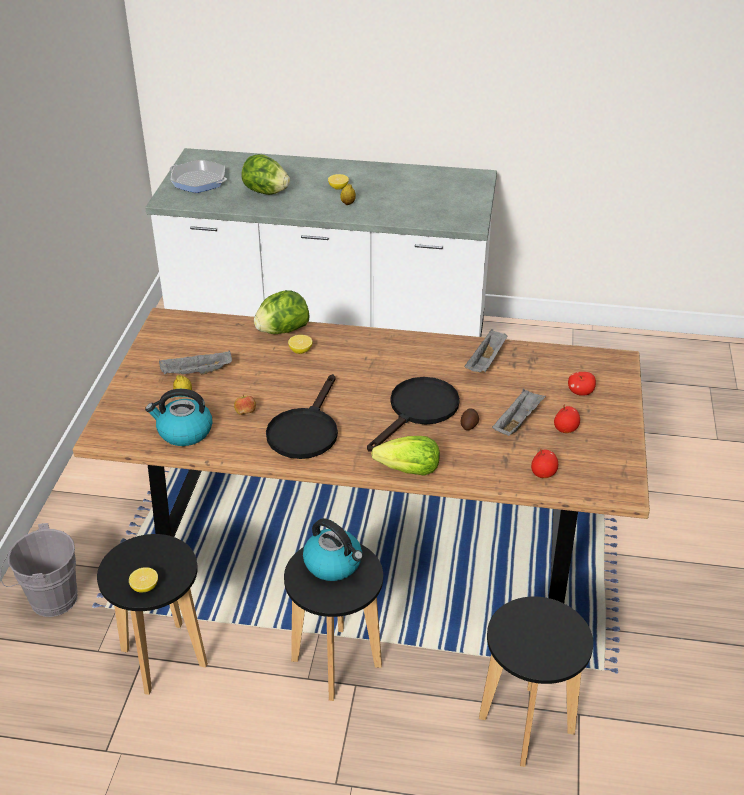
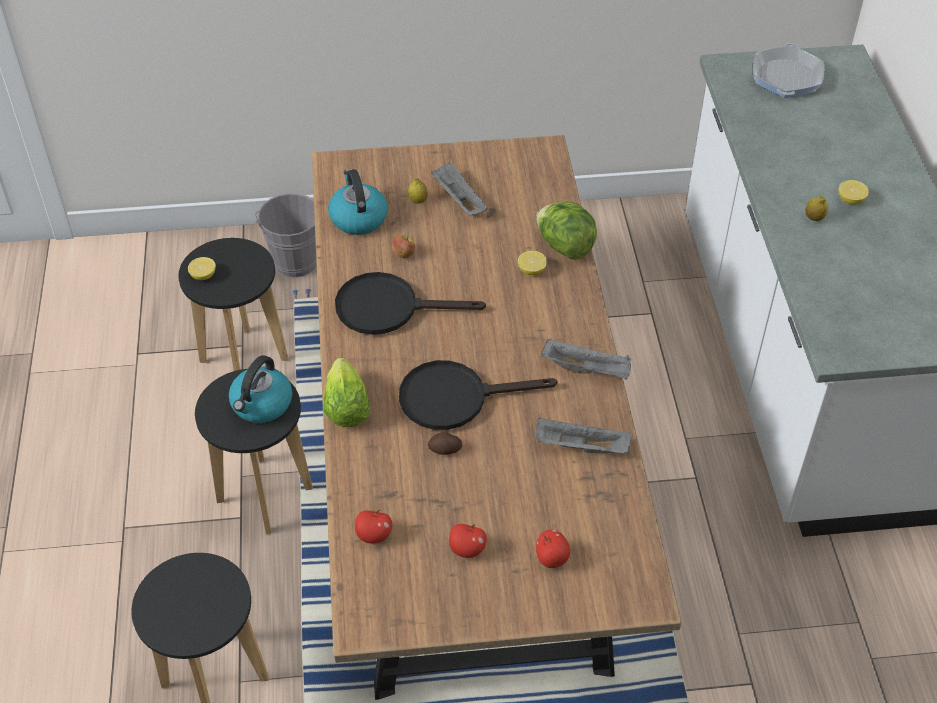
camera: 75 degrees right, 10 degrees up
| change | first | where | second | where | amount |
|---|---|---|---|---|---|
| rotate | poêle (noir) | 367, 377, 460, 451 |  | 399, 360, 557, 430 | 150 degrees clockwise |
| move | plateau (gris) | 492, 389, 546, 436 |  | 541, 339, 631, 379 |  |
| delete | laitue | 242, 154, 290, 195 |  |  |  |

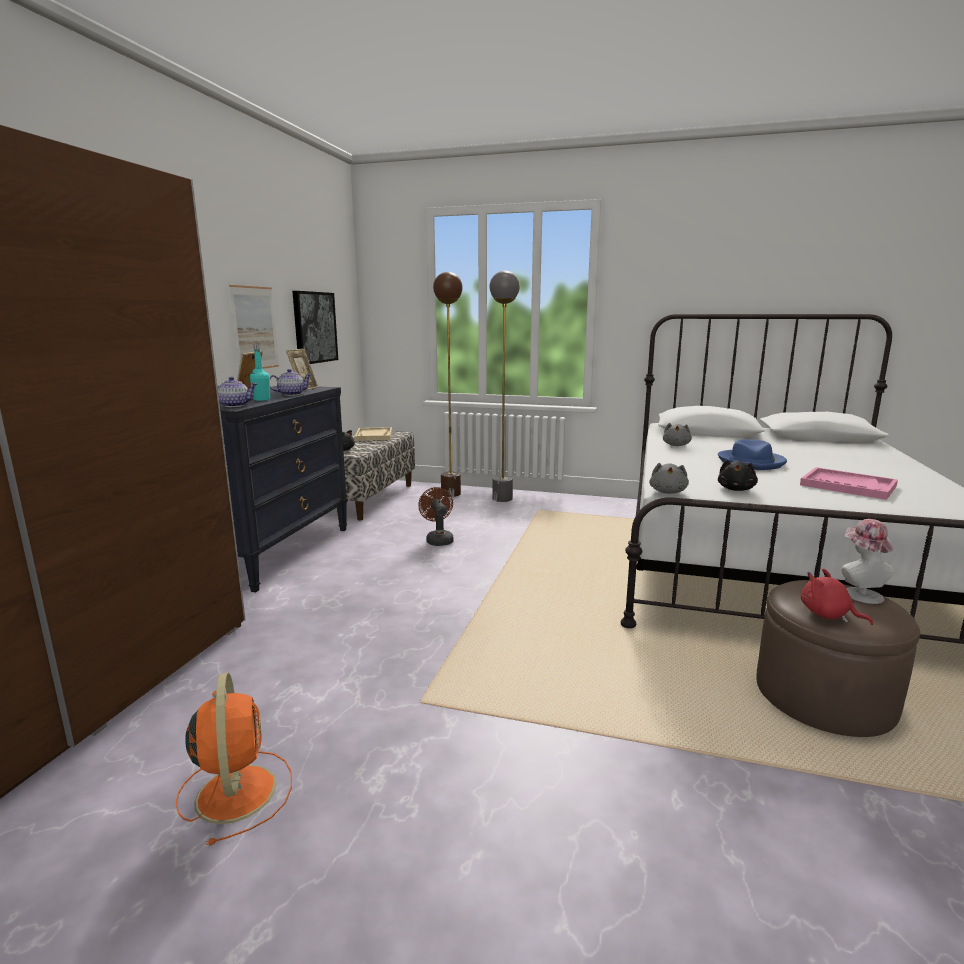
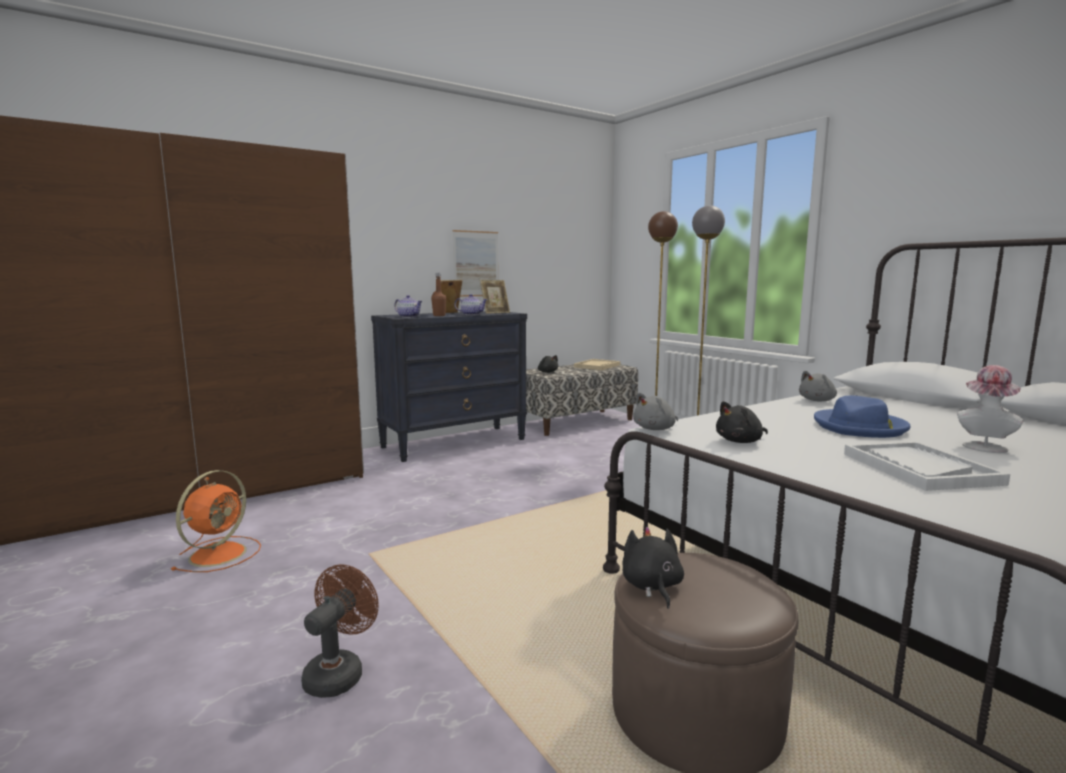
camera: 40 degrees right, 5 degrees down
| change | first | where | second | where | amount |
|---|---|---|---|---|---|
| move | ventilateur (marron) | 418, 487, 454, 546 |  | 301, 564, 379, 698 |  |
| recolor | bouteille (turquoise) | 250, 344, 271, 401 | bouteille (marron) | 431, 273, 446, 316 |  |
| recolor | peluche (rouge) | 801, 568, 873, 625 | peluche (noir) | 623, 527, 684, 609 |  |
| recolor | plateau (rose) | 800, 467, 898, 500 | plateau (blanc) | 844, 441, 1010, 491 |  |
| move | chapeau | 842, 519, 894, 604 |  | 957, 365, 1023, 453 |  |
| delete | tableau | 292, 291, 338, 364 |  |  |  |

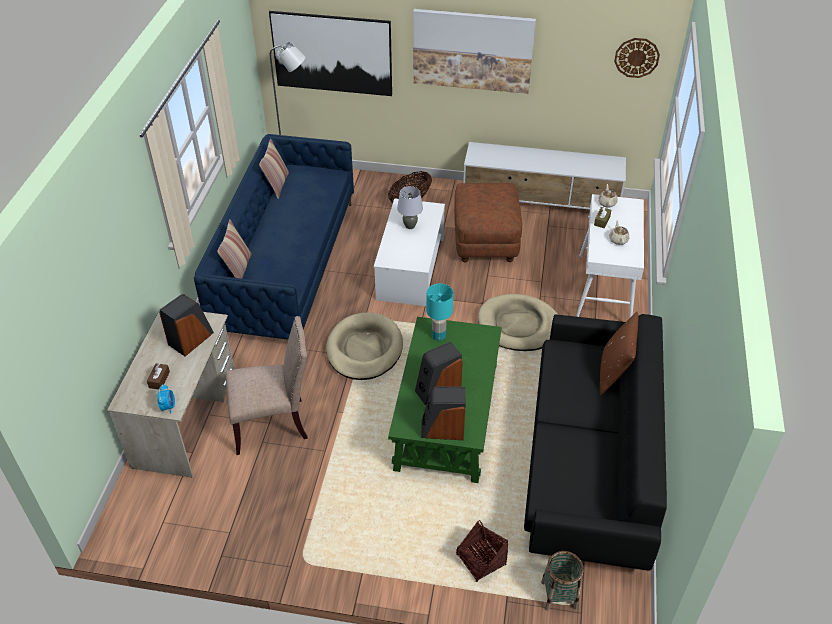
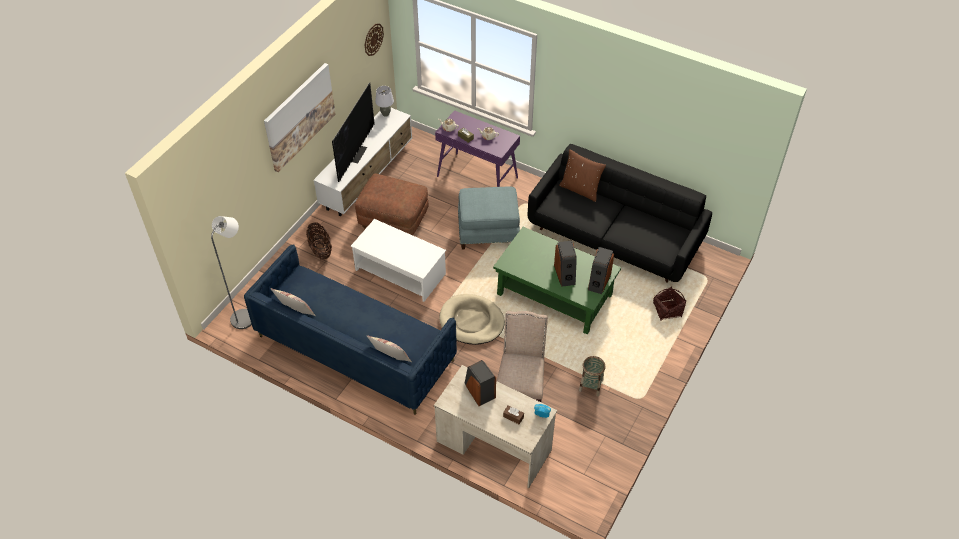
camera: 70 degrees left, 5 degrees up
| change | first | where | second | where | amount |
|---|---|---|---|---|---|
| insert |  |  | téléviseur | 332, 82, 375, 182 |  |
| move | lampe de table (gris) | 397, 186, 423, 229 |  | 375, 86, 394, 117 |  |
| recolor | table console (blanc) | 576, 194, 644, 318 | table console (violet) | 435, 110, 520, 187 |  |
| replace | panier pour chien (beige) | 478, 294, 558, 351 | pouf (bleu) | 458, 187, 520, 249 |  |
| move | panier | 541, 551, 584, 611 |  | 579, 356, 606, 396 |  |
| delete | tableau | 269, 11, 392, 96 |  |  |  |
| delete | lampe de table (turquoise) | 426, 284, 453, 341 |  |  |  |

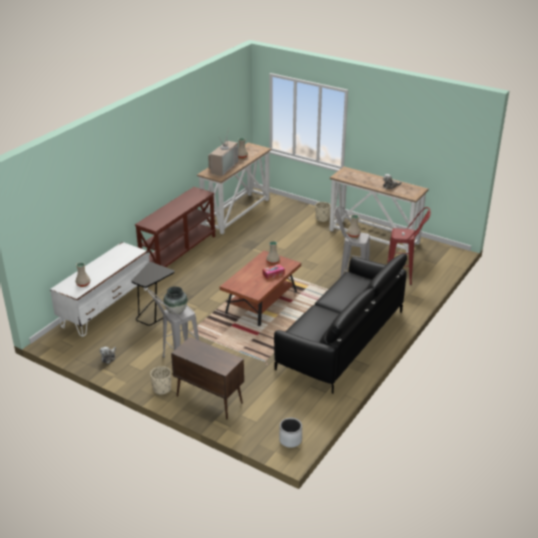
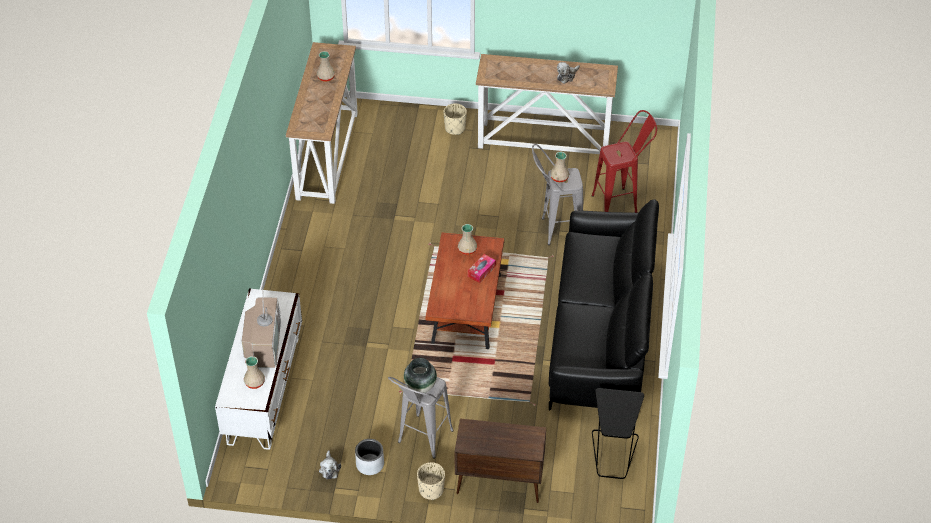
camera: 25 degrees left, 15 degrees up
| change | first | where | second | where | amount |
|---|---|---|---|---|---|
| move | téléviseur | 208, 129, 238, 176 |  | 242, 285, 281, 368 |  |
| move | cache-pot (gris) | 279, 418, 302, 448 |  | 355, 439, 384, 475 |  |
| move | table d'appoint (noir) | 132, 262, 175, 326 |  | 592, 388, 644, 479 |  |
| delete | table console (marron) | 135, 187, 216, 267 |  |  |  |

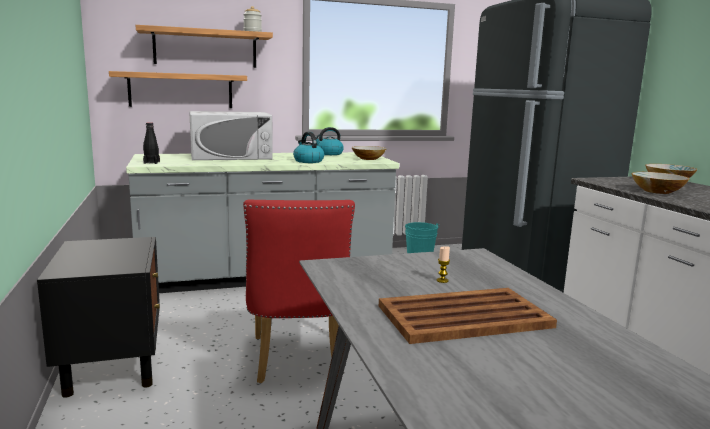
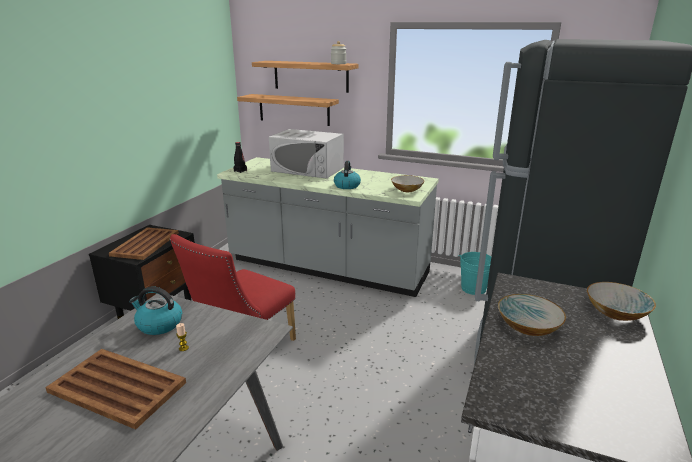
camera: 40 degrees right, 10 degrees up
| change | first | where | second | where | amount |
|---|---|---|---|---|---|
| insert |  |  | plateau (marron) | 109, 227, 179, 260 |  |
| move | bouilloire | 315, 127, 344, 155 |  | 129, 286, 182, 335 |  |

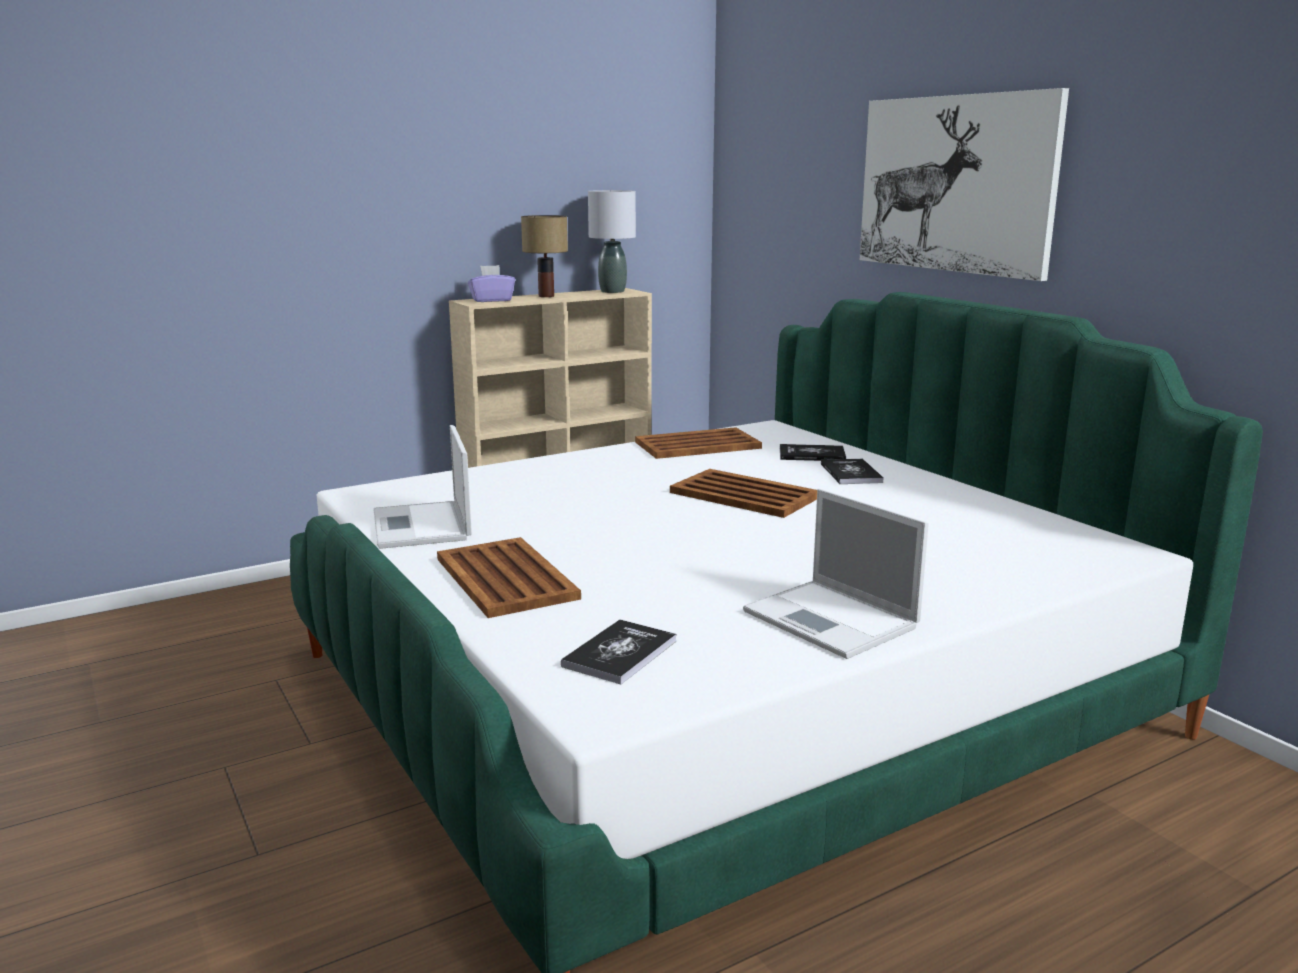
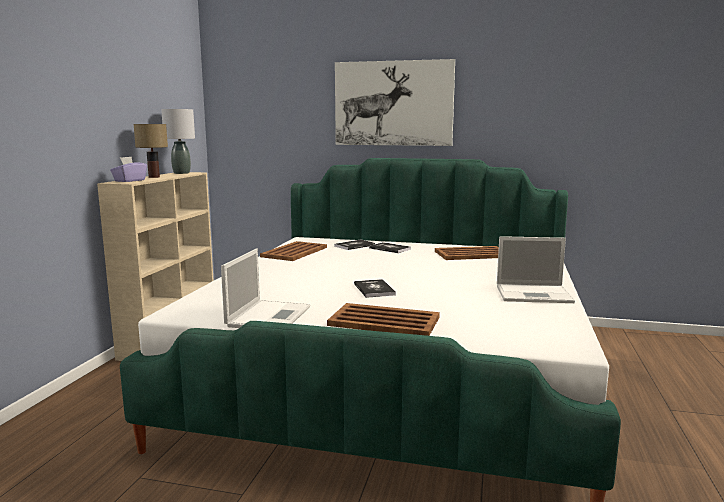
camera: 45 degrees left, 5 degrees down
| change | first | where | second | where | amount |
|---|---|---|---|---|---|
| rotate | ordinateur portable | 373, 425, 472, 549 |  | 221, 248, 310, 328 | 105 degrees counterclockwise |
| move | livre | 561, 620, 676, 684 |  | 354, 279, 396, 298 |  |
| move | plateau (marron) | 670, 469, 817, 518 |  | 435, 246, 499, 260 |  |

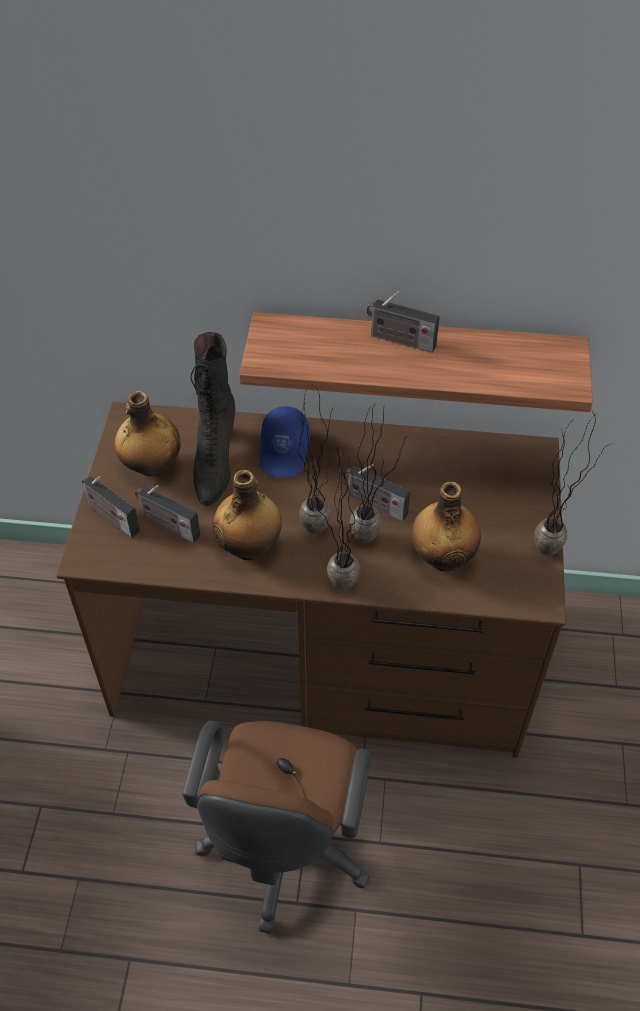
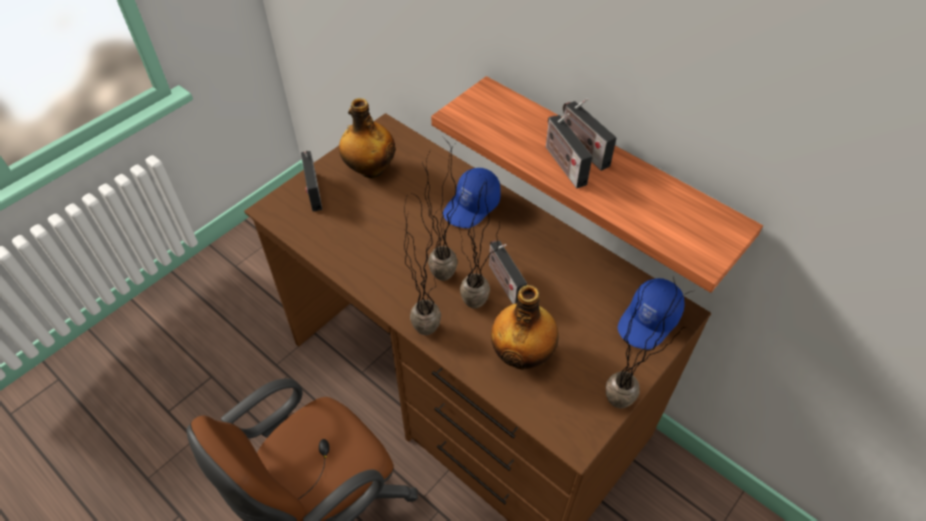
camera: 35 degrees right, 0 degrees up
| change | first | where | second | where | amount |
|---|---|---|---|---|---|
| move | radio | 135, 485, 201, 543 |  | 546, 113, 593, 188 |  |
| insert |  |  | casquette (bleu) | 618, 278, 685, 349 |  |
| delete | botte (noir) | 190, 332, 235, 506 |  |  |  |
| delete | bouteille | 213, 470, 282, 560 |  |  |  |

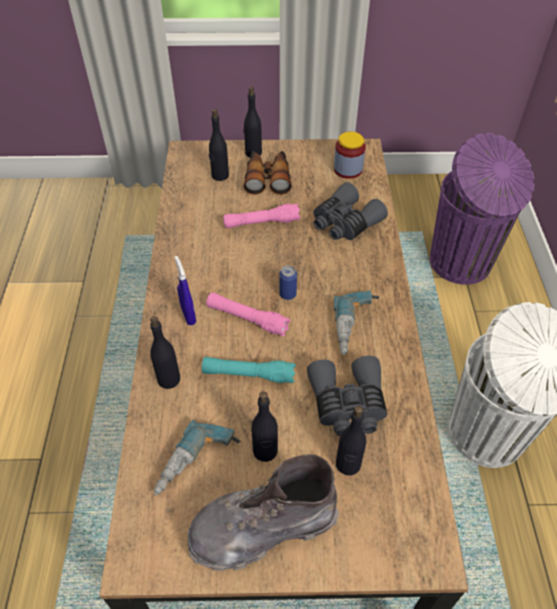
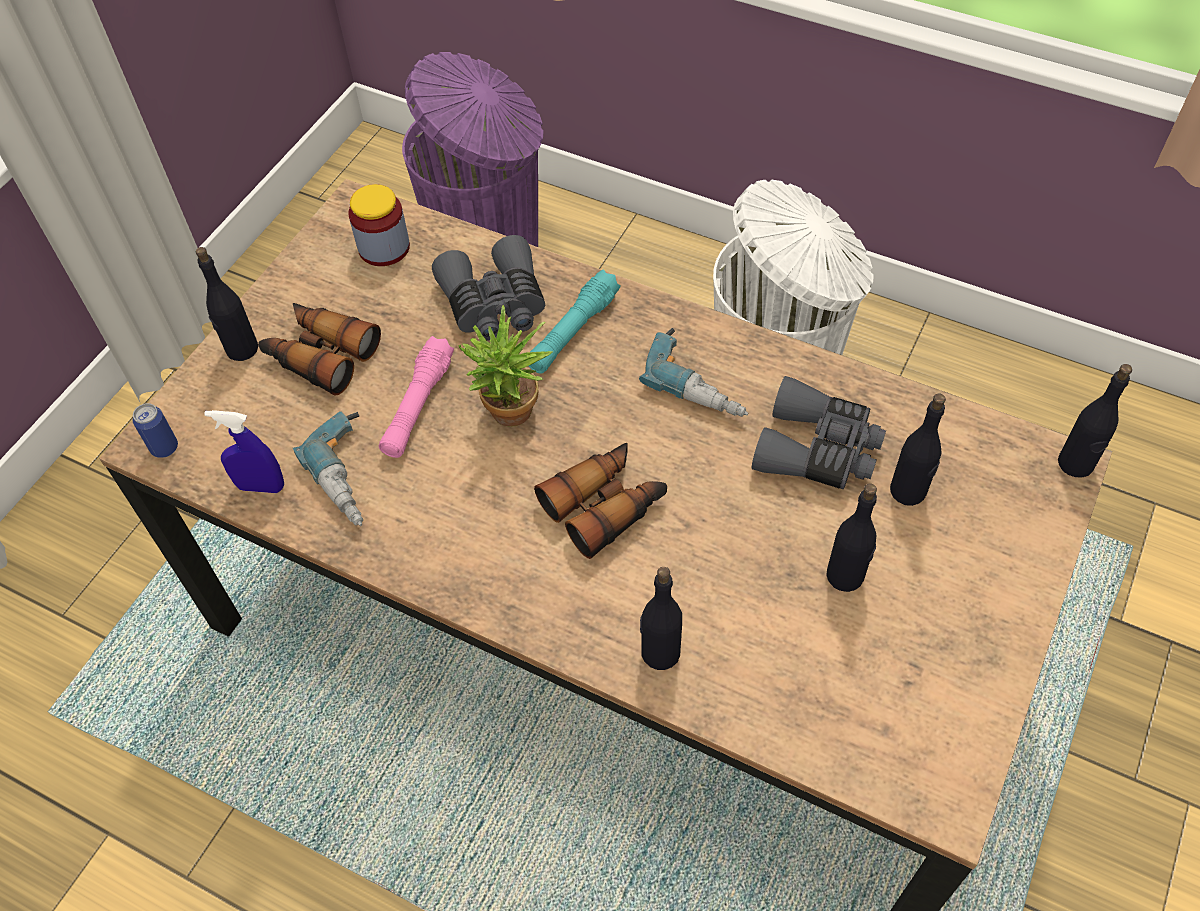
camera: 60 degrees left, 5 degrees up
| change | first | where | second | where | amount |
|---|---|---|---|---|---|
| move | boîte métallique | 279, 265, 297, 300 |  | 133, 403, 178, 458 |  |
| move | vaporisateur (bleu) | 175, 256, 196, 325 |  | 205, 410, 284, 493 |  |
| move | perceuse | 153, 419, 240, 496 |  | 293, 411, 363, 526 |  |
| insert |  |  | plante en pot | 458, 305, 552, 427 |  |
| move | lampe de poche (turquoise) | 202, 357, 296, 383 |  | 529, 269, 621, 374 |  |
| replace | lampe de poche (rose) | 206, 292, 290, 336 | jumelles | 534, 443, 667, 559 |  |
| move | bouteille (noir) | 209, 109, 229, 181 |  | 1058, 364, 1132, 478 |  |
| delete | botte (gris) | 187, 454, 339, 571 |  |  |  |

